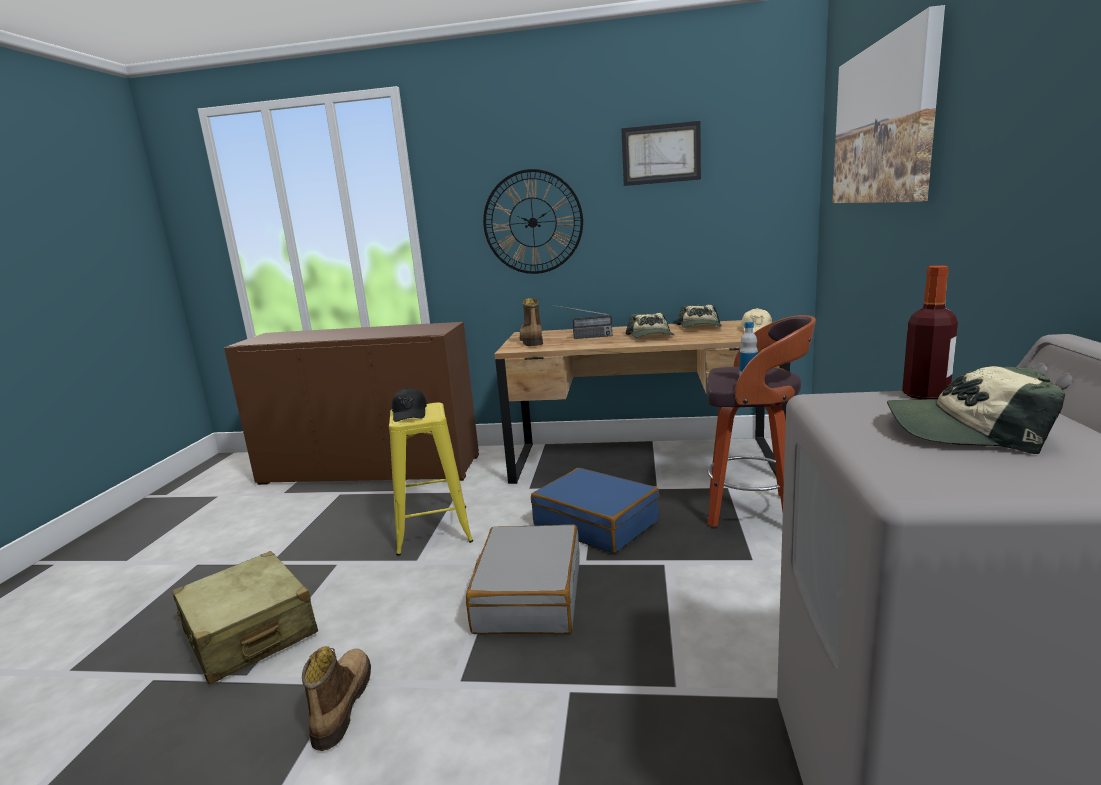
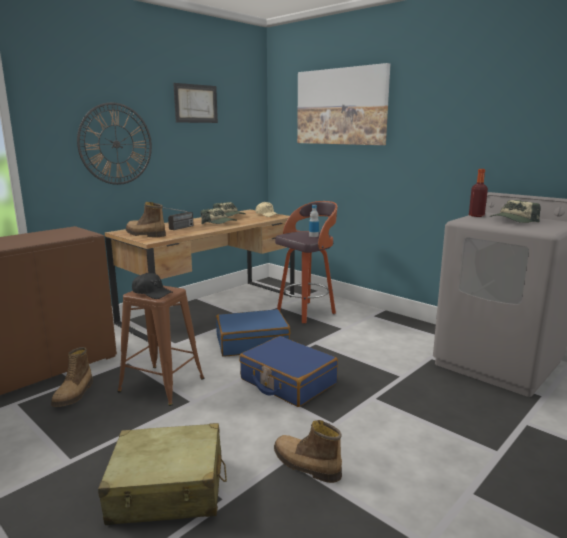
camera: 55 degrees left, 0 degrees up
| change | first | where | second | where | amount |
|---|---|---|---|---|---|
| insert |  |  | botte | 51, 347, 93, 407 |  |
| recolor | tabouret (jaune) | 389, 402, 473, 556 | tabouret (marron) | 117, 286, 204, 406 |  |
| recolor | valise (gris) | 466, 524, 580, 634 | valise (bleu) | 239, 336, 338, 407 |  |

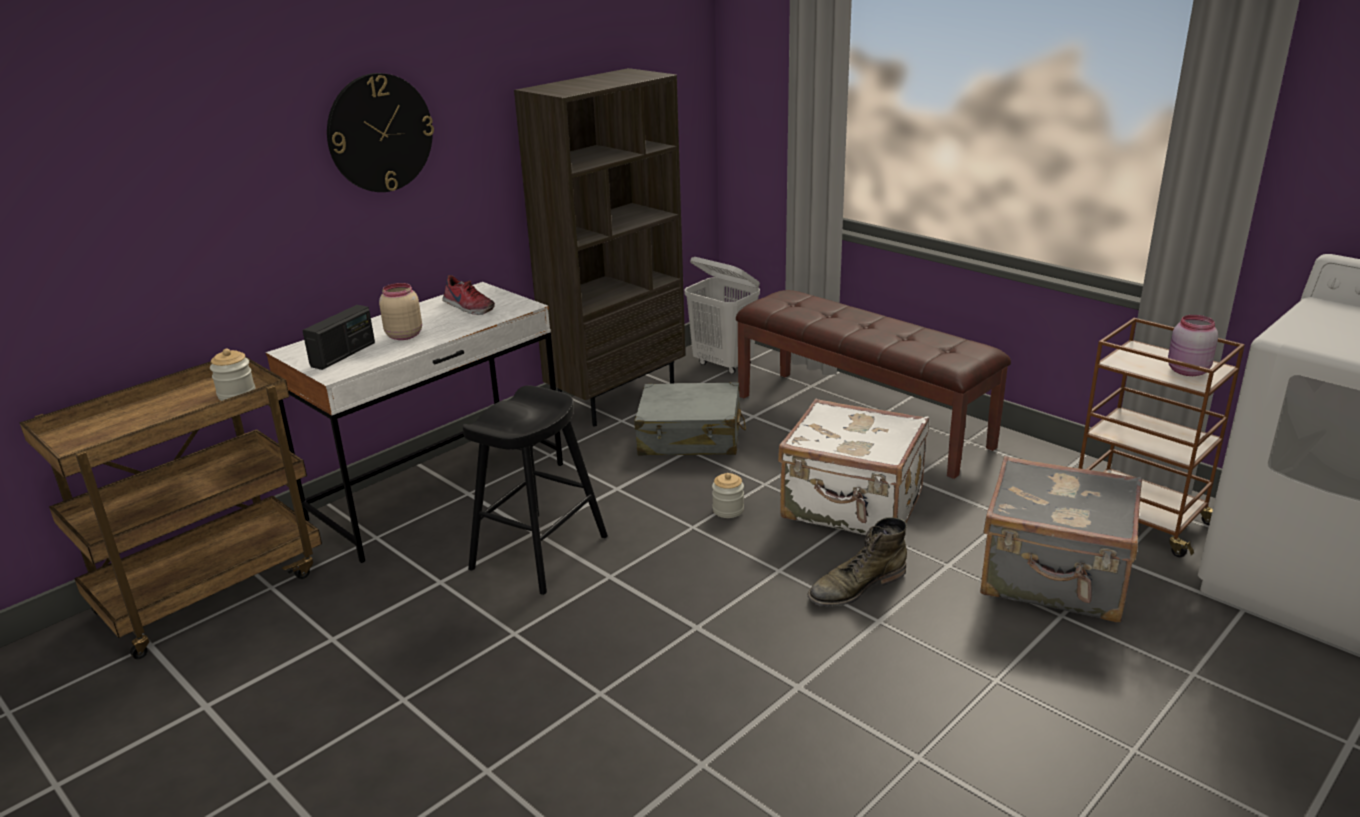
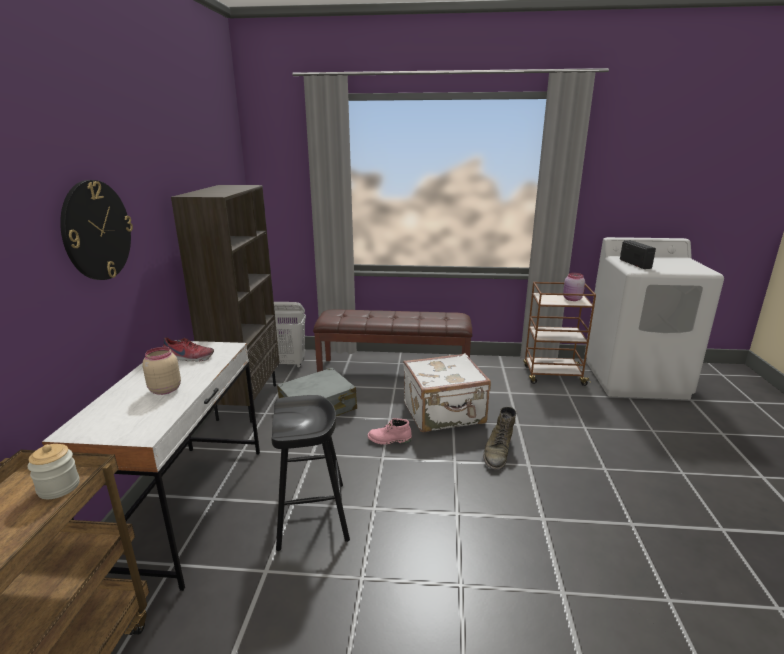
camera: 40 degrees left, 5 degrees down
| change | first | where | second | where | amount |
|---|---|---|---|---|---|
| replace | bocal | 712, 473, 744, 518 | botte (rose) | 368, 418, 412, 445 |  |
| move | radio | 302, 305, 375, 370 |  | 620, 240, 656, 269 |  |
| delete | valise (gris) | 980, 456, 1142, 622 |  |  |  |

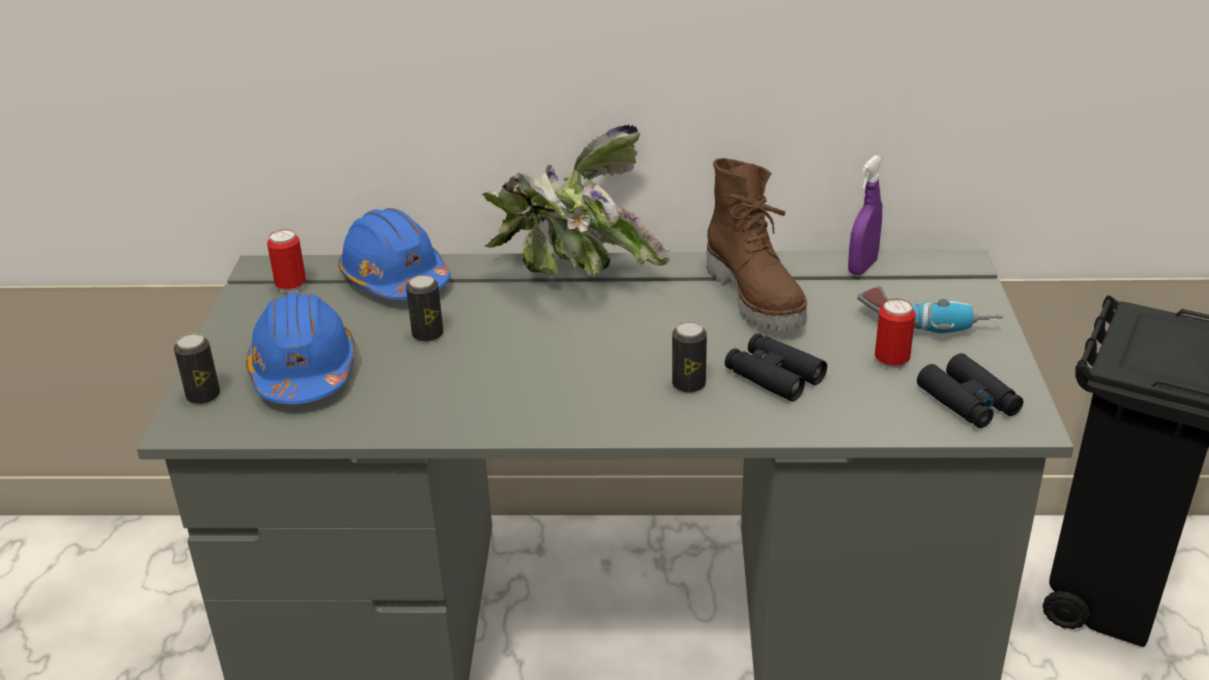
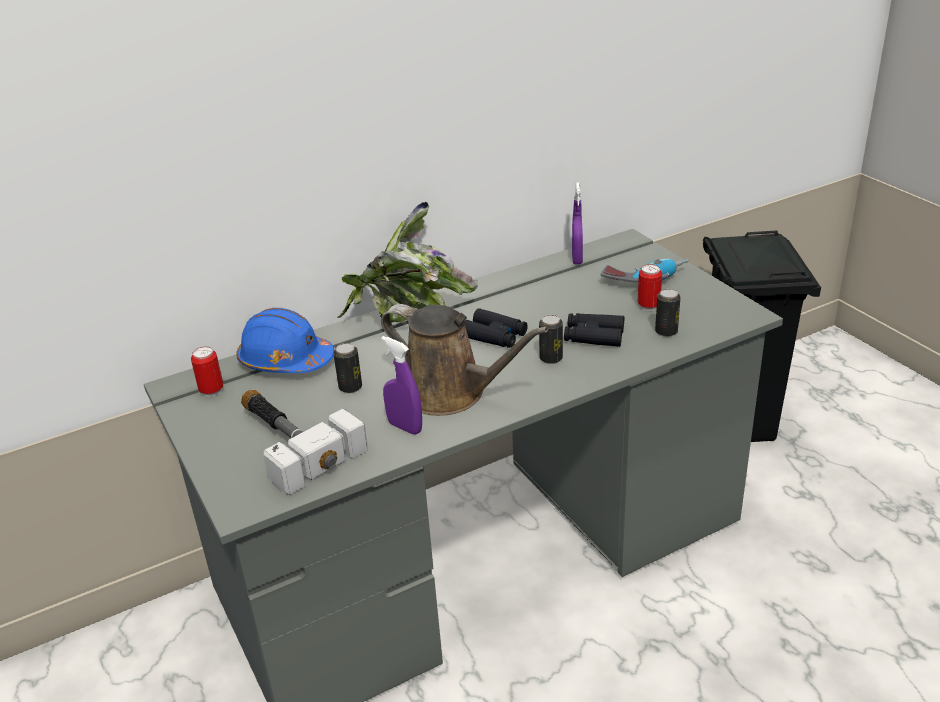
camera: 30 degrees left, 0 degrees up
| change | first | where | second | where | amount |
|---|---|---|---|---|---|
| replace | casque de chantier (bleu) | 246, 292, 355, 404 | marteau | 241, 390, 368, 495 |  |
| insert |  |  | arrosoir (marron) | 381, 304, 548, 416 |  |
| insert |  |  | vaporisateur (violet) | 381, 336, 422, 434 |  |
| move | jumelles (noir) | 917, 353, 1023, 428 |  | 465, 308, 528, 348 |  |
| move | boîte métallique | 174, 334, 220, 404 |  | 655, 289, 680, 337 |  |
| delete | botte (marron) | 707, 158, 807, 331 |  |  |  |

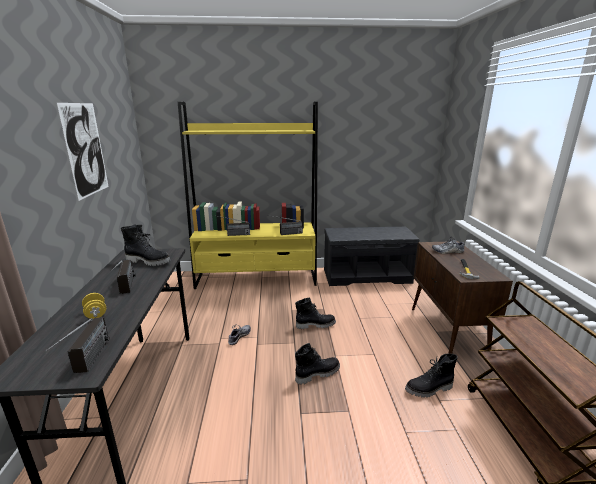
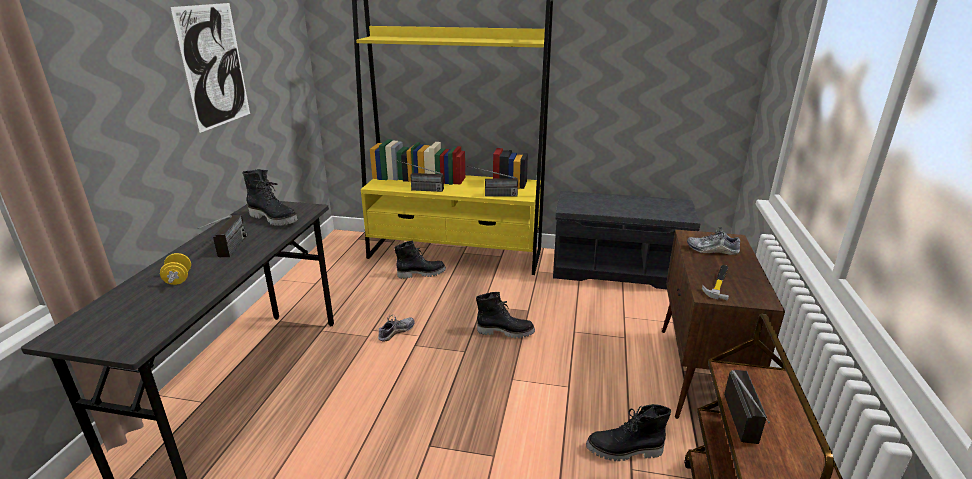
camera: 15 degrees right, 5 degrees up
| change | first | where | second | where | amount |
|---|---|---|---|---|---|
| move | botte (noir) | 295, 343, 340, 385 |  | 394, 241, 446, 279 |  |
| move | radio | 45, 317, 110, 373 |  | 724, 370, 770, 444 |  |

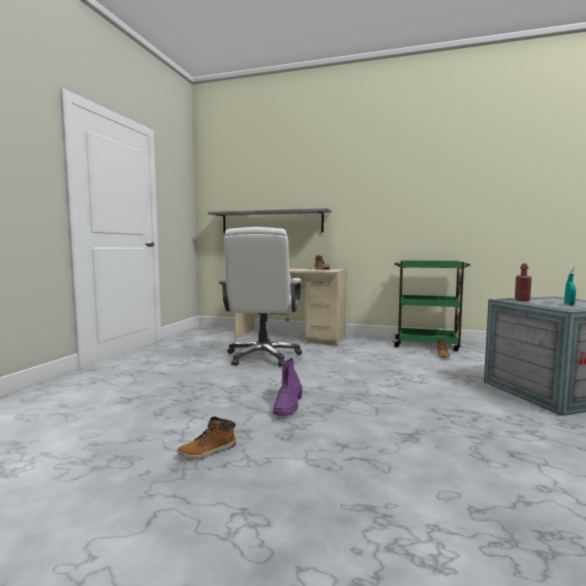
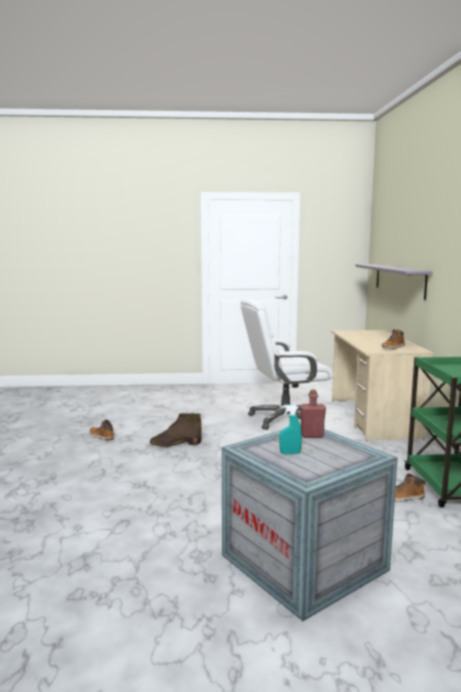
camera: 70 degrees right, 5 degrees up
| change | first | where | second | where | amount |
|---|---|---|---|---|---|
| recolor | botte (violet) | 273, 358, 302, 416 | botte (marron) | 150, 413, 202, 447 |  |

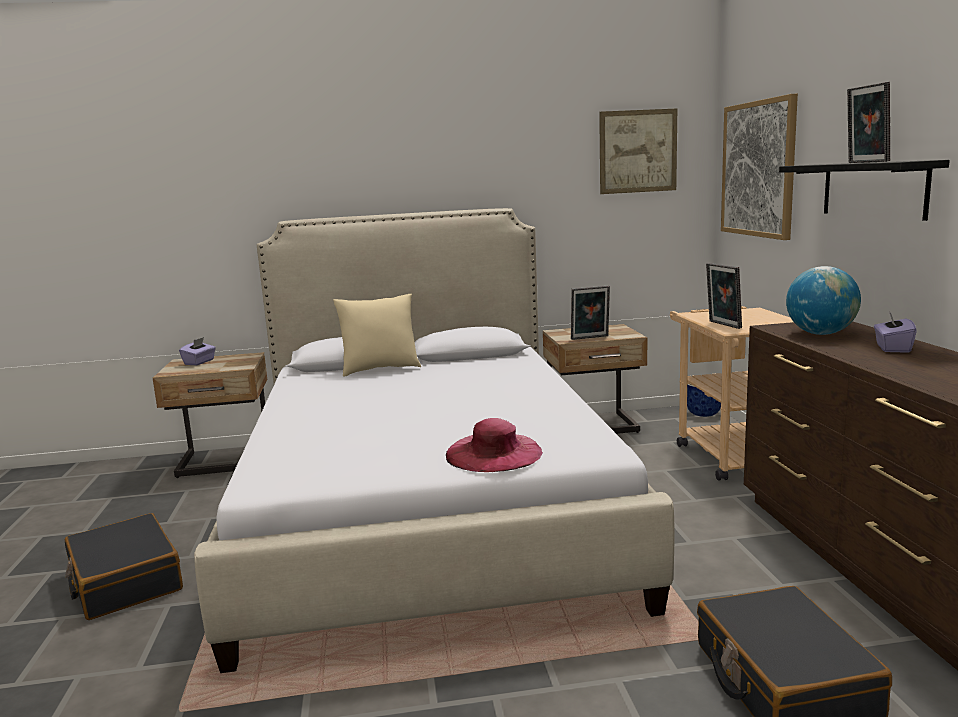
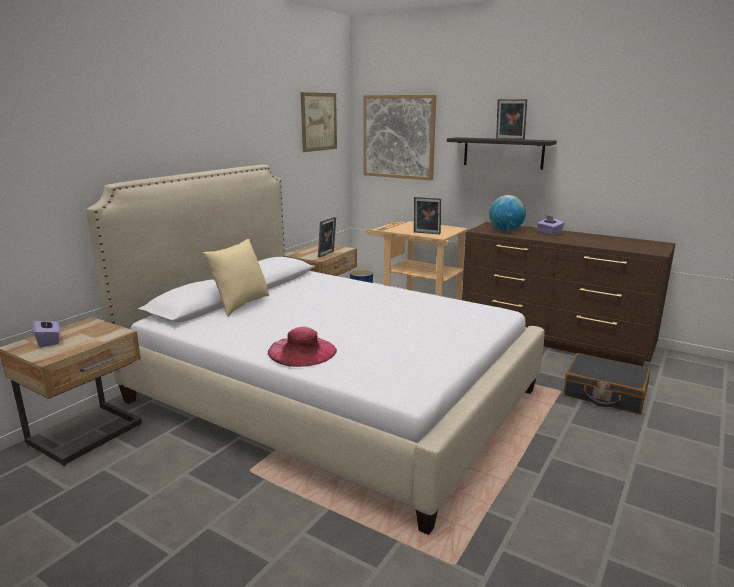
camera: 50 degrees left, 5 degrees up
| change | first | where | second | where | amount |
|---|---|---|---|---|---|
| move | chapeau (rose) | 446, 418, 543, 472 |  | 268, 327, 337, 367 |  |
| delete | valise (noir) | 65, 513, 183, 620 |  |  |  |

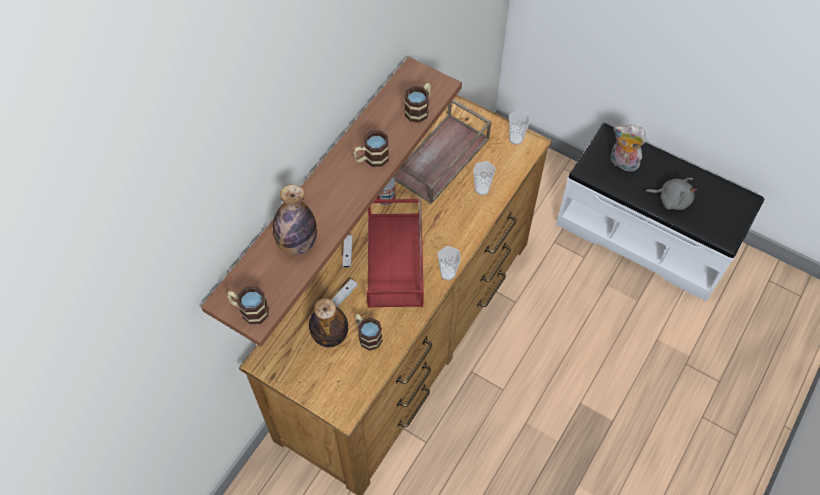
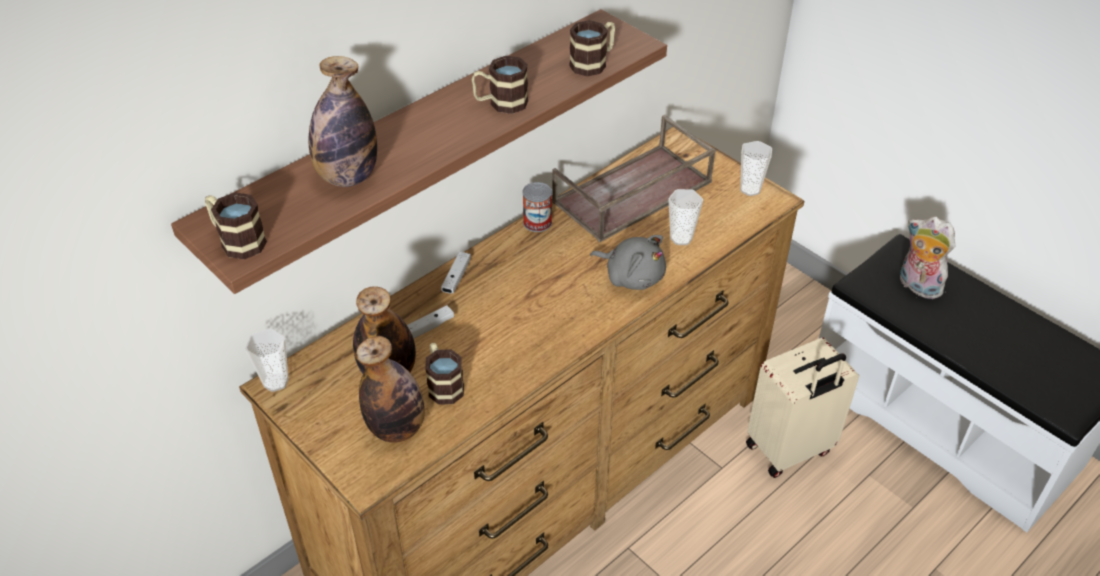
camera: 15 degrees right, 15 degrees down
| change | first | where | second | where | amount |
|---|---|---|---|---|---|
| move | tasse | 438, 246, 461, 281 |  | 245, 329, 289, 392 |  |
| insert |  |  | bouteille | 356, 336, 425, 443 |  |
| move | peluche (gris) | 645, 178, 697, 210 |  | 590, 235, 666, 290 |  |
| insert |  |  | valise (beige) | 746, 338, 859, 478 |  |
| delete | plateau (rouge) | 366, 199, 424, 308 |  |  |  |

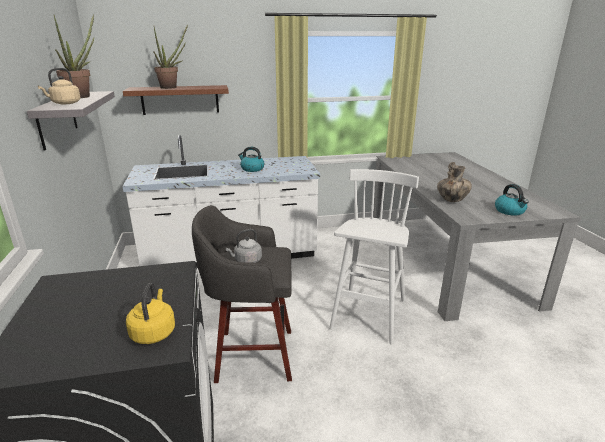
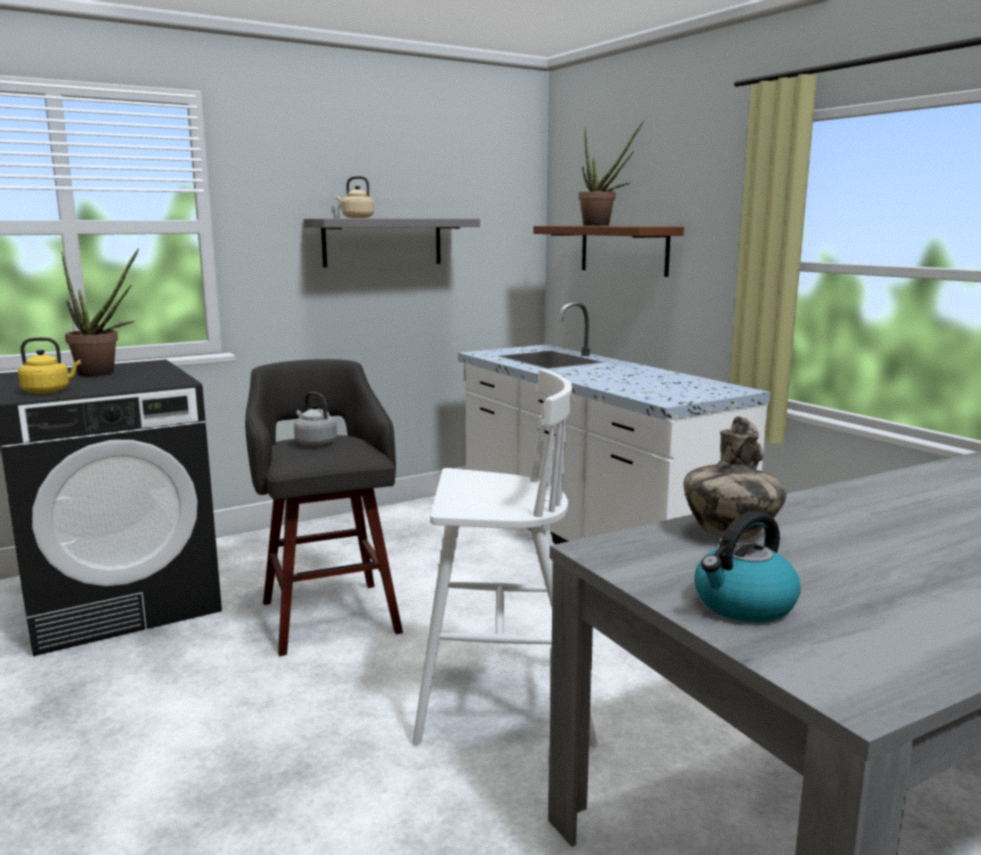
camera: 70 degrees right, 10 degrees down
| change | first | where | second | where | amount |
|---|---|---|---|---|---|
| move | plante en pot | 54, 14, 94, 98 |  | 61, 249, 139, 377 |  |
| delete | bouilloire | 238, 147, 265, 172 |  |  |  |

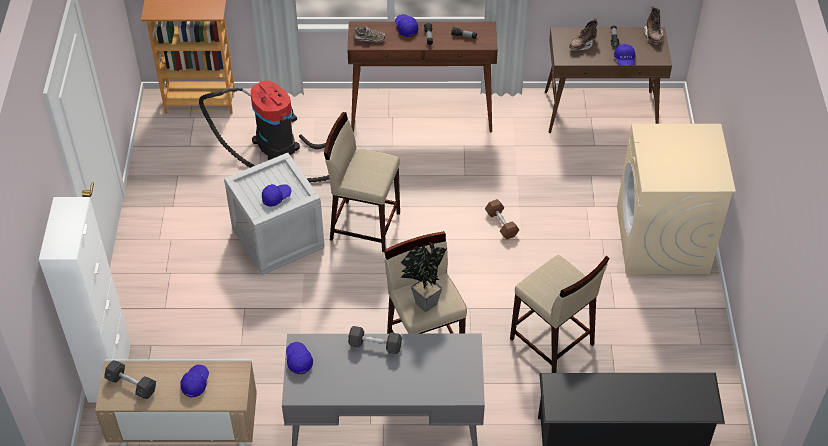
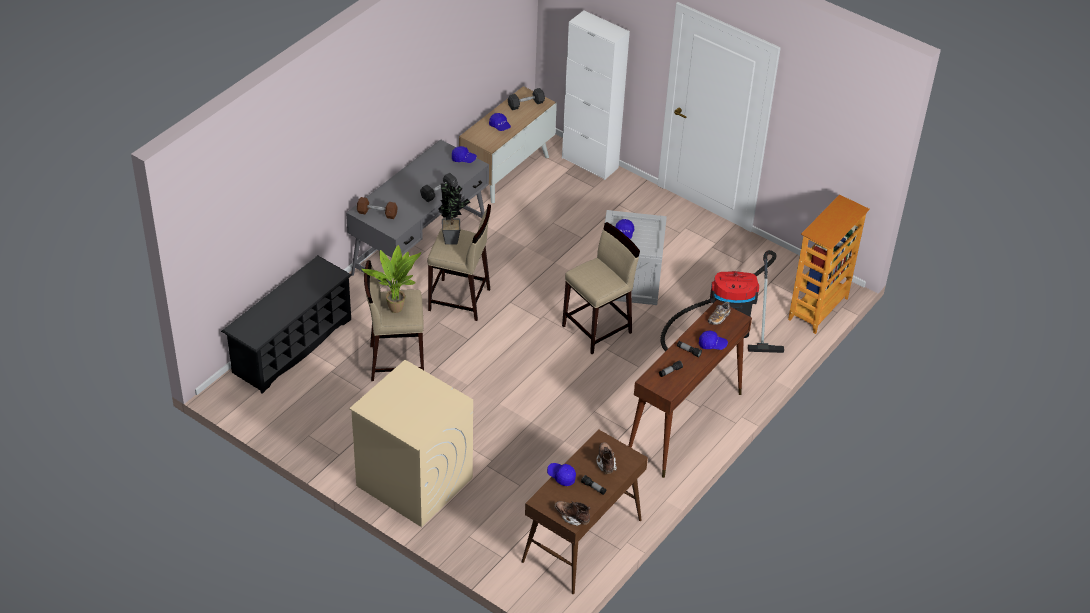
camera: 125 degrees right, 5 degrees down
| change | first | where | second | where | amount |
|---|---|---|---|---|---|
| move | haltère (marron) | 485, 199, 519, 240 |  | 357, 197, 398, 219 |  |
| insert |  |  | plante en pot | 362, 245, 421, 313 |  |

